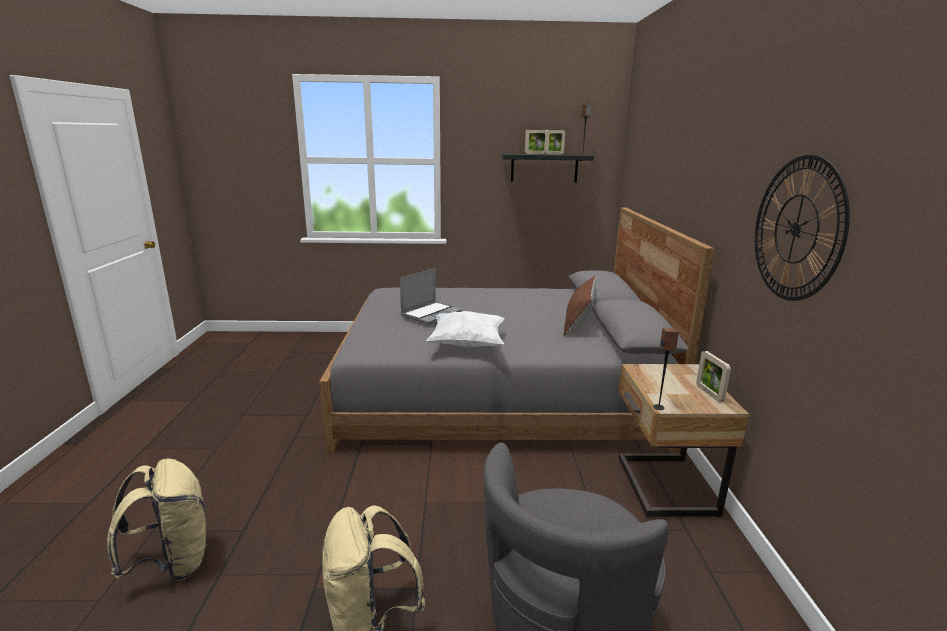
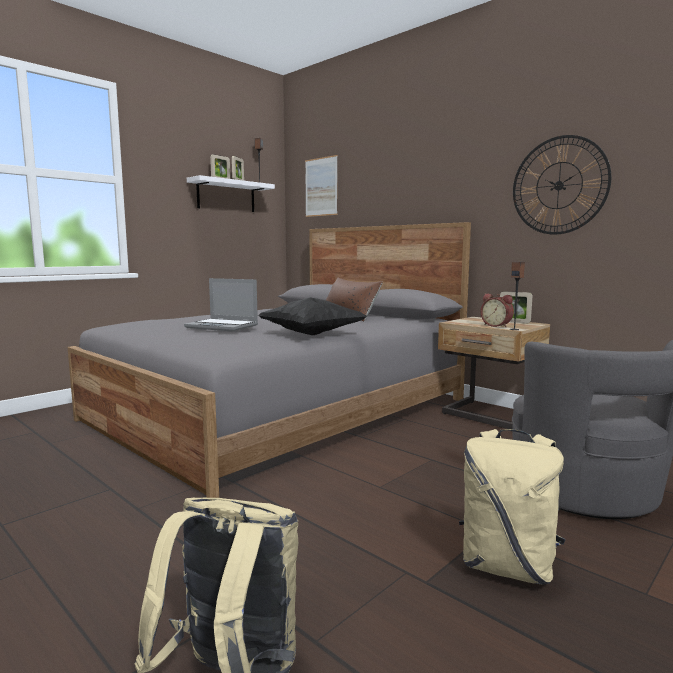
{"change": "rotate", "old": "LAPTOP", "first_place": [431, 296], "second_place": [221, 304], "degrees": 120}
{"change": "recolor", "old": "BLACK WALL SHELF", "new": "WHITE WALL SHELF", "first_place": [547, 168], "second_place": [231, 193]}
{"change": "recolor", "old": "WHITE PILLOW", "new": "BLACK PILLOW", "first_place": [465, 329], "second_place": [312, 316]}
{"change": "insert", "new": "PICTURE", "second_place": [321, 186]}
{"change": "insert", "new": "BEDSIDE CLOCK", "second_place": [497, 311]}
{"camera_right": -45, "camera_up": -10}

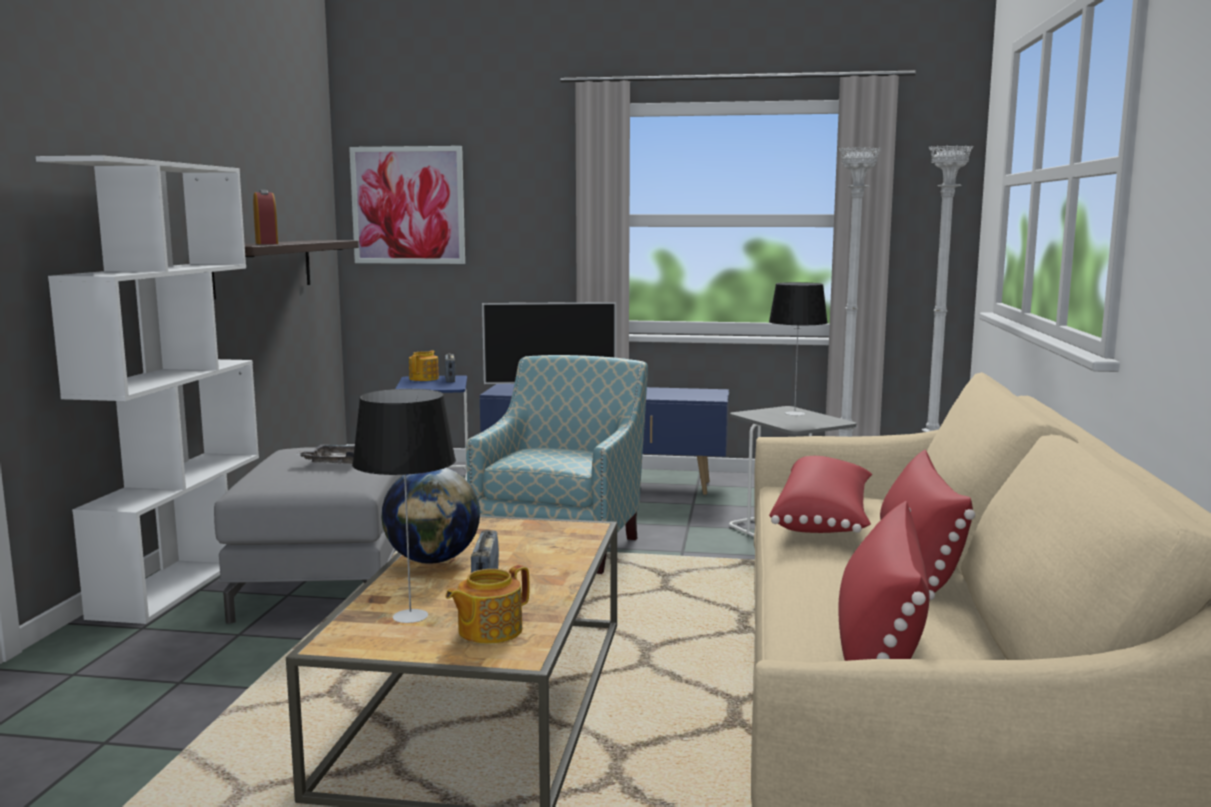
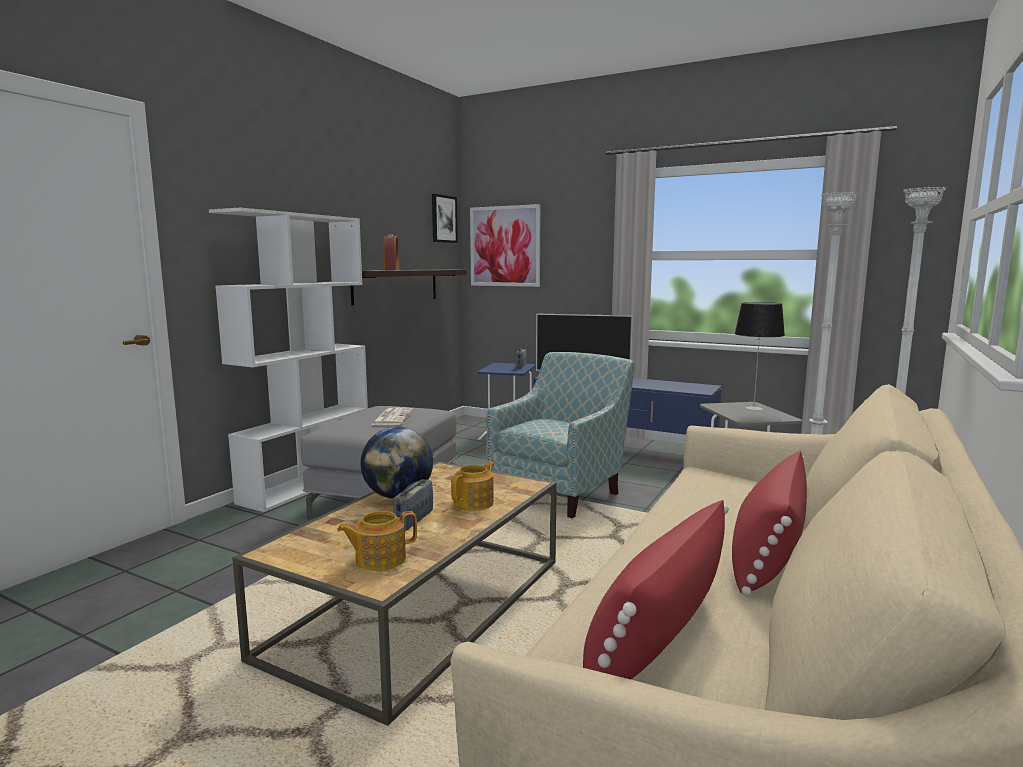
{"change": "replace", "old": "GREYISH SERVING TRAY", "new": "DAILY PAPER", "first_place": [325, 454], "second_place": [392, 416]}
{"change": "insert", "new": "PICTURE", "second_place": [445, 218]}
{"change": "move", "old": "POT FOR TEA", "first_place": [424, 366], "second_place": [472, 486]}
{"change": "delete", "old": "TABLETOP LAMP", "first_place": [404, 506]}
{"change": "delete", "old": "REDDISH PILLOW", "first_place": [820, 494]}
{"camera_right": 20, "camera_up": 0}

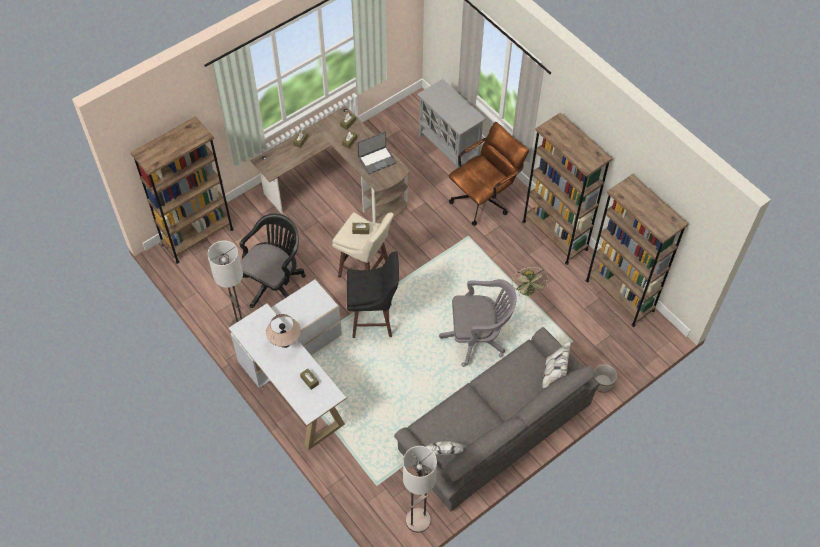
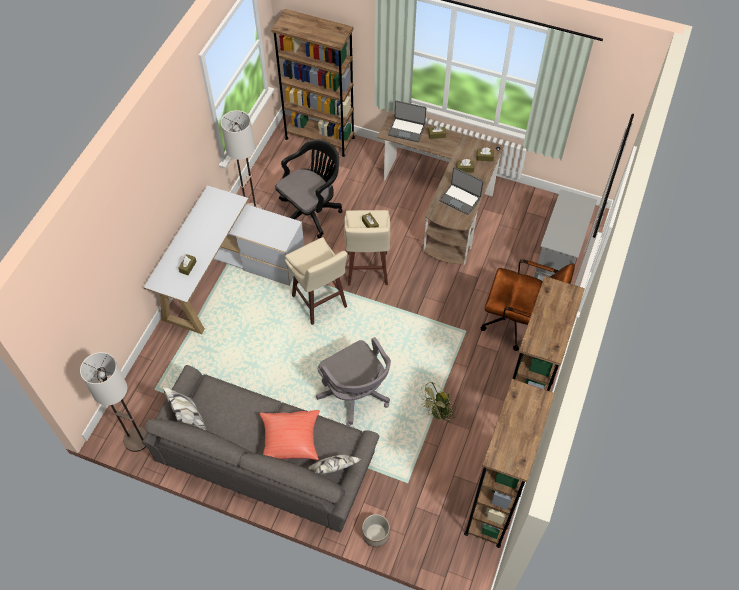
{"change": "insert", "new": "REDDISH PILLOW", "second_place": [290, 435]}
{"change": "rotate", "old": "BLACK COMPUTER CHAIR", "first_place": [272, 261], "second_place": [308, 188], "degrees": -45}
{"change": "recolor", "old": "BLACK SITTING STOOL", "new": "SAND-COLOURED SITTING STOOL", "first_place": [373, 294], "second_place": [316, 281]}
{"change": "insert", "new": "LAPTOP", "second_place": [407, 121]}
{"change": "delete", "old": "SAND-COLOURED TABLETOP LAMP", "first_place": [283, 331]}
{"camera_right": 60, "camera_up": 0}

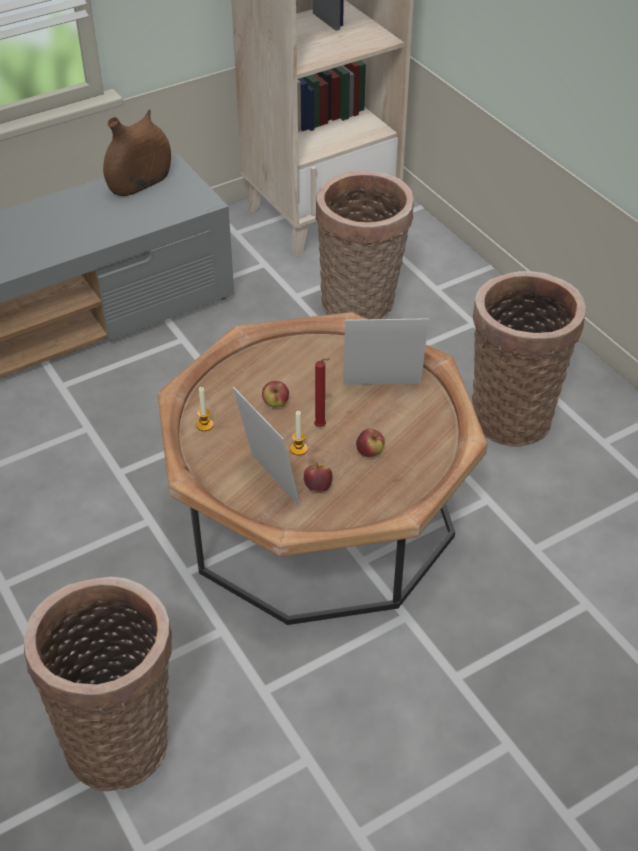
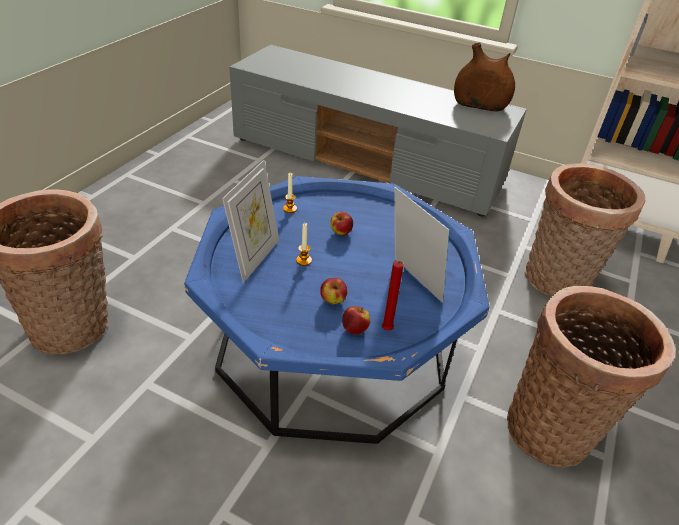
{"change": "recolor", "old": "BROWN COFFEE TABLE", "new": "BLUISH COFFEE TABLE", "first_place": [323, 468], "second_place": [337, 310]}
{"change": "move", "old": "WHOLE APPLE", "first_place": [318, 477], "second_place": [356, 320]}
{"change": "move", "old": "REDDISH WAX LIGHT", "first_place": [322, 392], "second_place": [393, 296]}
{"camera_right": 55, "camera_up": -5}

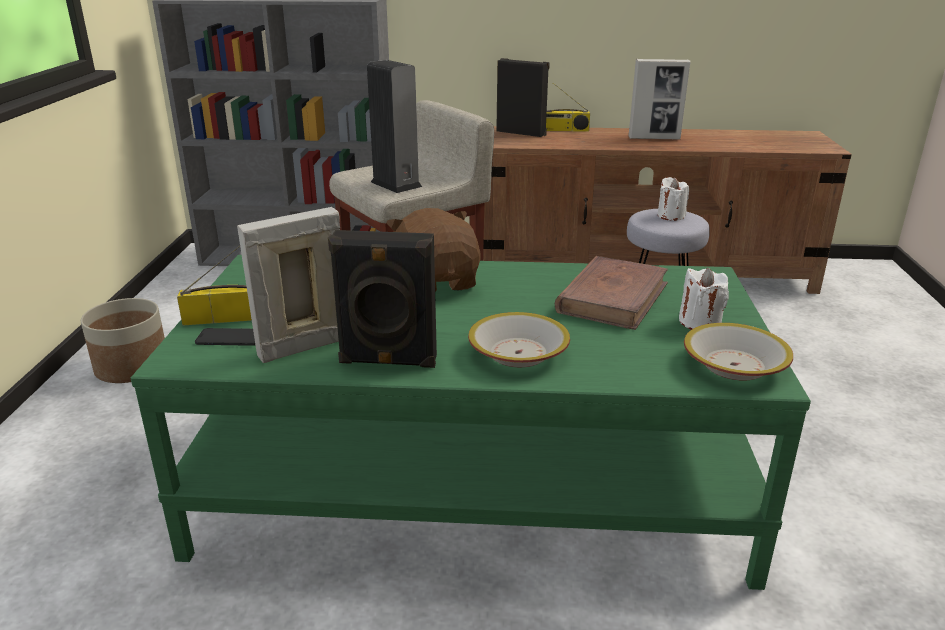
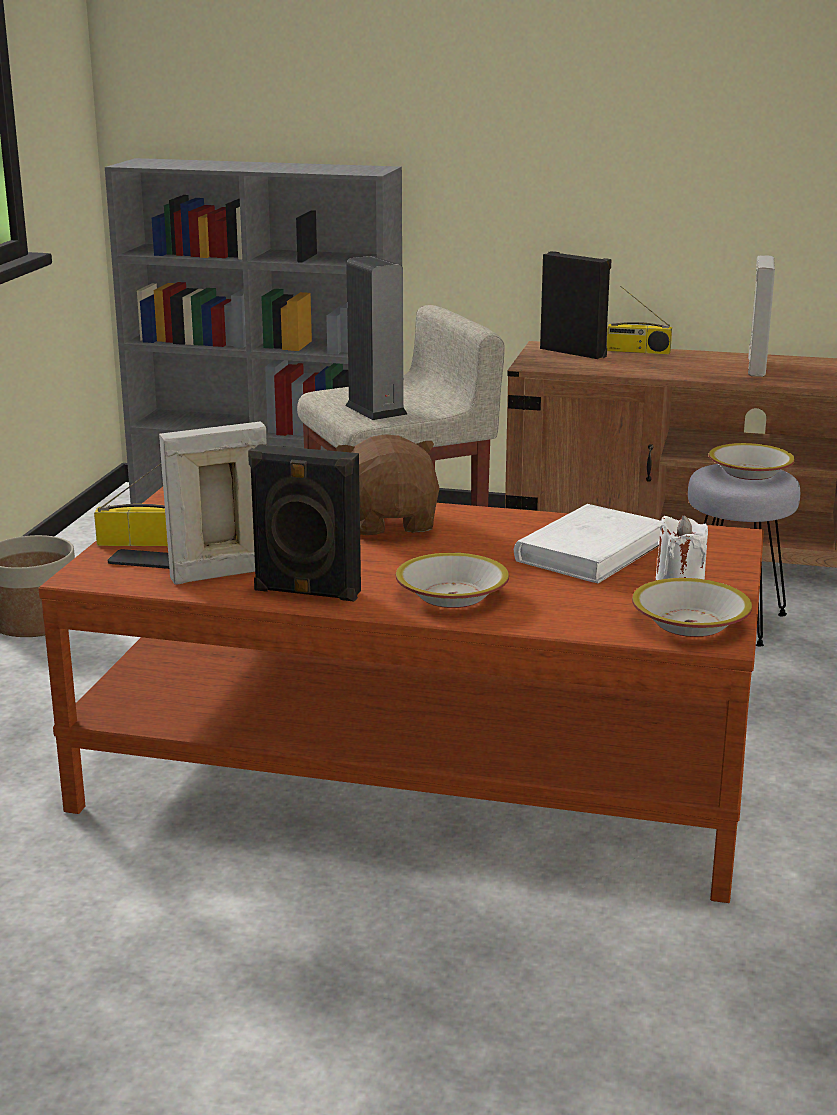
{"change": "recolor", "old": "GREENISH COFFEE TABLE", "new": "BROWN COFFEE TABLE", "first_place": [471, 422], "second_place": [401, 695]}
{"change": "recolor", "old": "BROWN BOOK", "new": "WHITE BOOK", "first_place": [611, 293], "second_place": [587, 543]}
{"change": "replace", "old": "WHITE WAX LIGHT", "new": "SERVING BOWL", "first_place": [673, 199], "second_place": [752, 461]}
{"change": "rotate", "old": "PICTURE FRAME", "first_place": [660, 99], "second_place": [761, 316], "degrees": -90}
{"camera_right": 10, "camera_up": -5}

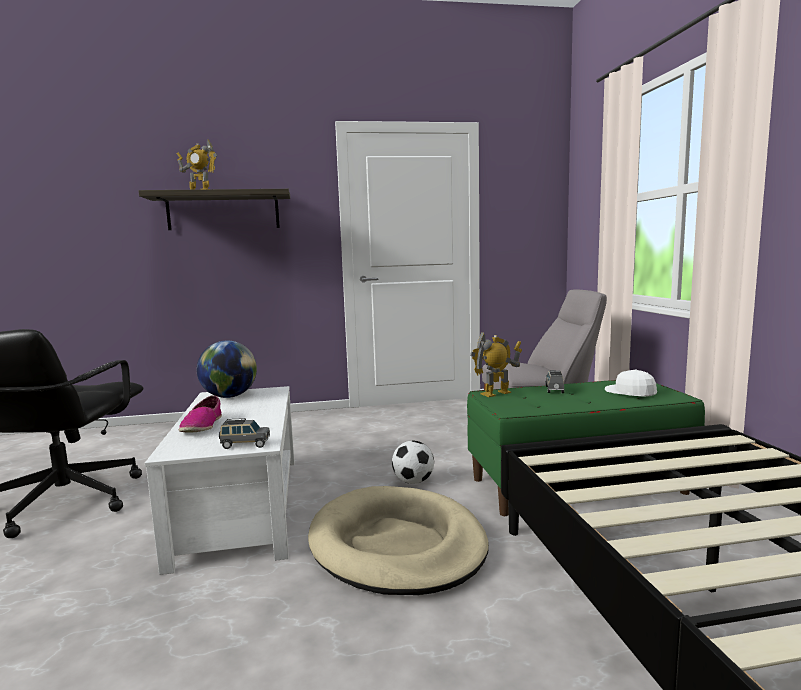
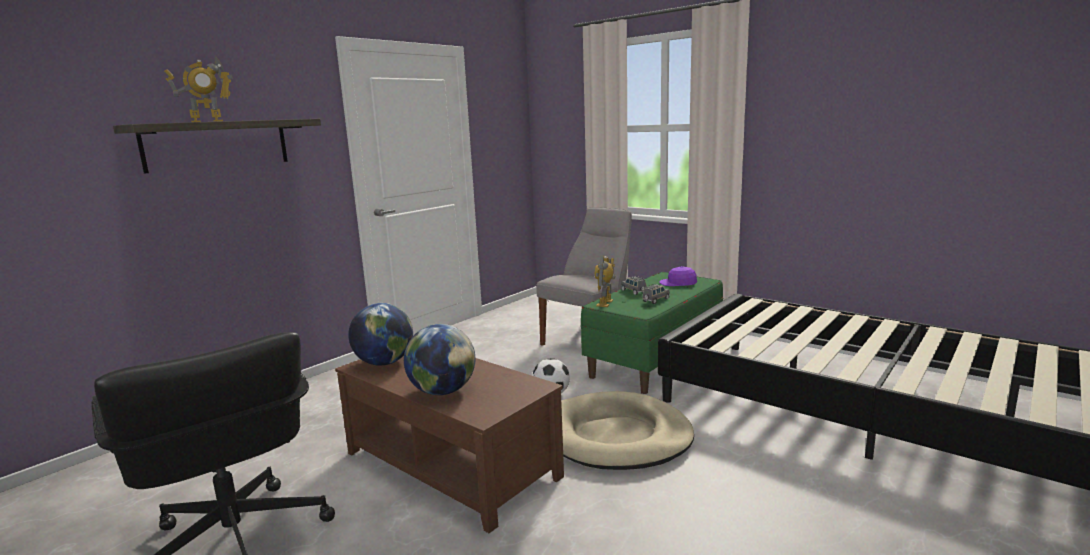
{"change": "recolor", "old": "WHITE COFFEE TABLE", "new": "BROWN COFFEE TABLE", "first_place": [220, 480], "second_place": [449, 444]}
{"change": "replace", "old": "SHOE", "new": "WORLD GLOBE", "first_place": [200, 414], "second_place": [439, 359]}
{"change": "move", "old": "GREYISH TOY CAR", "first_place": [244, 433], "second_place": [656, 294]}
{"change": "recolor", "old": "WHITE PEAKED CAP", "new": "PURPLE-COLOURED PEAKED CAP", "first_place": [631, 383], "second_place": [678, 276]}
{"camera_right": -40, "camera_up": 5}

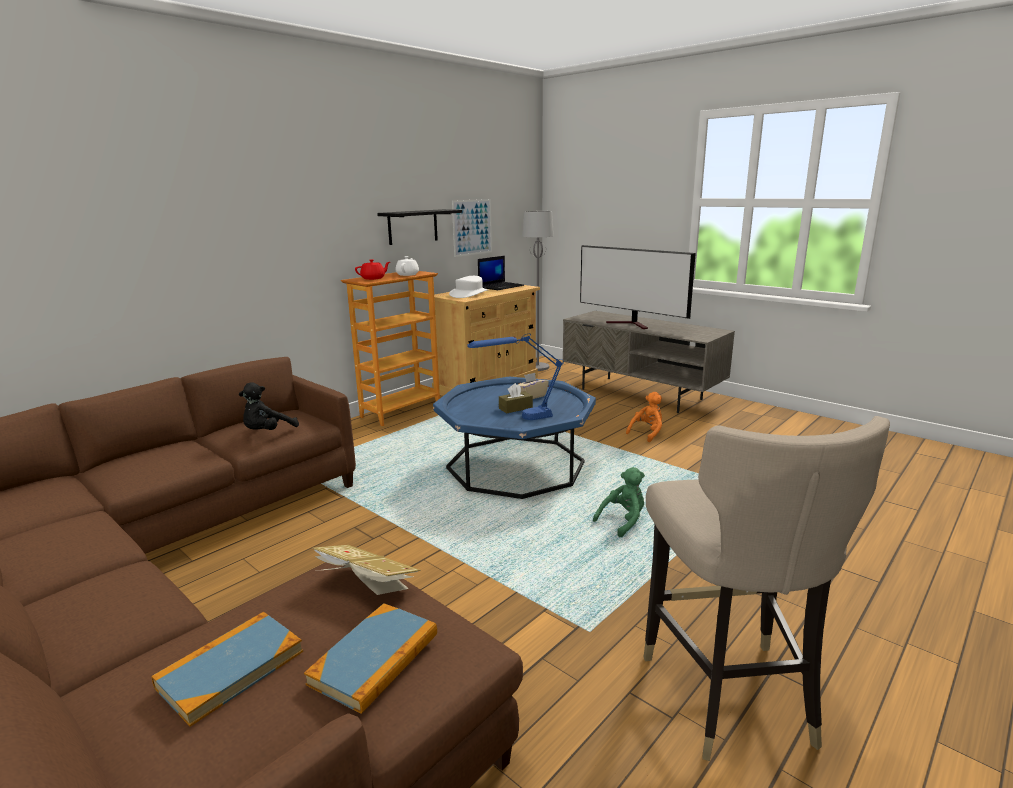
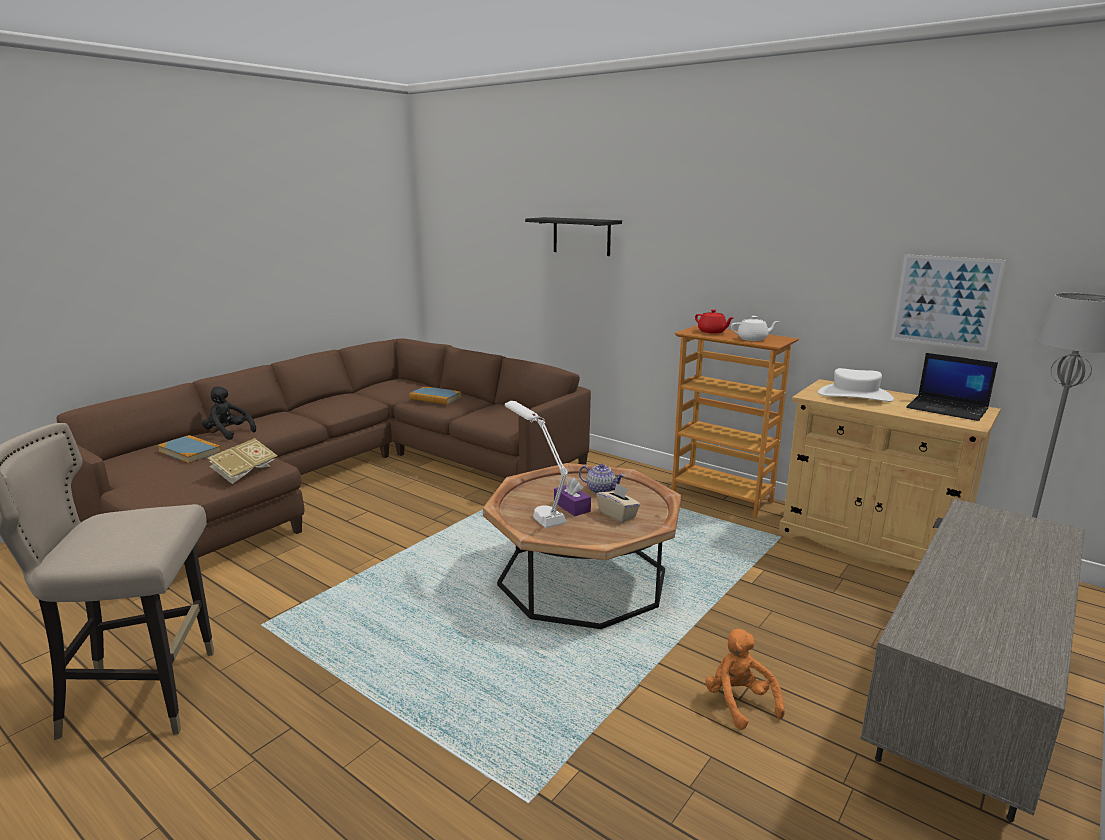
{"change": "move", "old": "BLACK SOFT TOY", "first_place": [269, 406], "second_place": [229, 413]}
{"change": "move", "old": "BOOK", "first_place": [370, 658], "second_place": [435, 395]}
{"change": "recolor", "old": "BLUISH COFFEE TABLE", "new": "BROWN COFFEE TABLE", "first_place": [514, 438], "second_place": [582, 546]}
{"change": "recolor", "old": "BLUISH TABLETOP LAMP", "new": "WHITE TABLETOP LAMP", "first_place": [515, 377], "second_place": [536, 465]}
{"change": "move", "old": "BLACK WALL SHELF", "first_place": [419, 227], "second_place": [573, 236]}
{"change": "recolor", "old": "BROWN BOX OF TISSUES", "new": "PURPLE-COLOURED BOX OF TISSUES", "first_place": [516, 398], "second_place": [572, 497]}
{"change": "insert", "new": "POT FOR TEA", "second_place": [602, 479]}
{"change": "rotate", "old": "ORANGE SOFT TOY", "first_place": [644, 417], "second_place": [745, 679], "degrees": -150}
{"change": "delete", "old": "TELEVISION", "first_place": [638, 287]}
{"change": "delete", "old": "GREENISH SOFT TOY", "first_place": [619, 502]}
{"camera_right": 85, "camera_up": 0}

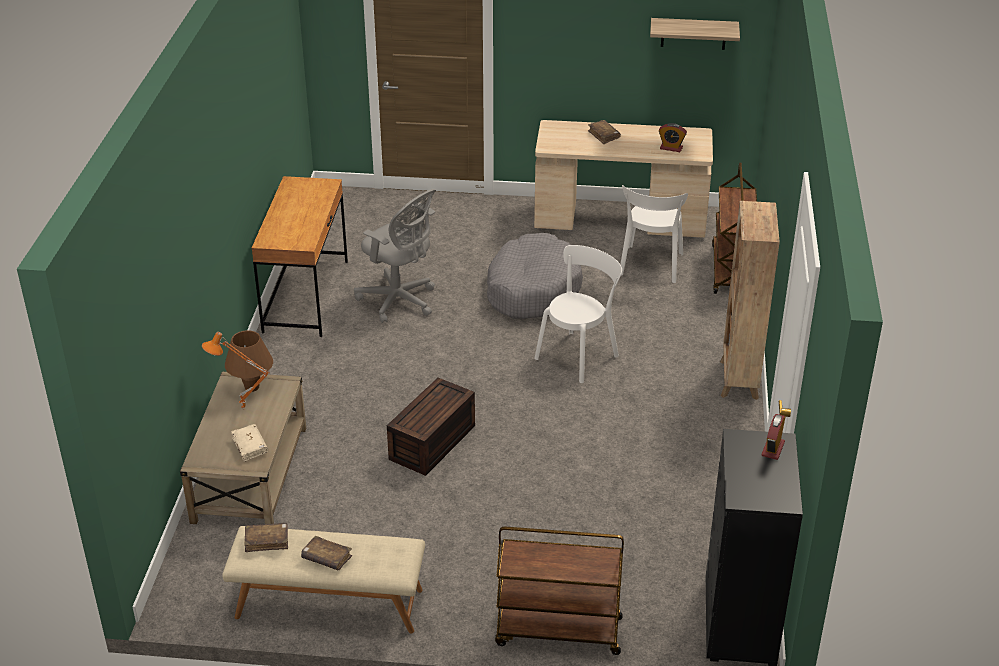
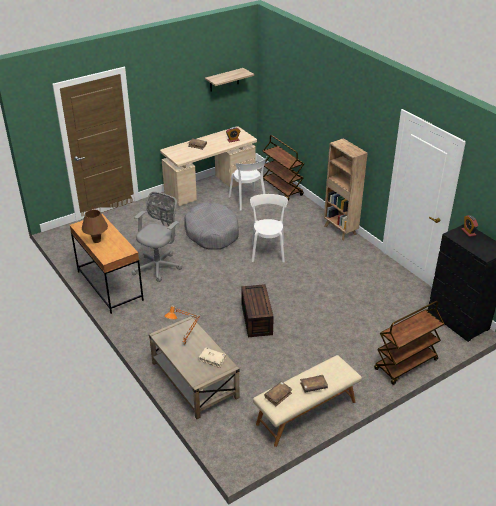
{"change": "move", "old": "BROWN TABLETOP LAMP", "first_place": [249, 361], "second_place": [95, 226]}
{"change": "rotate", "old": "GREYISH COMPUTER CHAIR", "first_place": [395, 256], "second_place": [157, 237], "degrees": -60}
{"camera_right": -40, "camera_up": 0}

